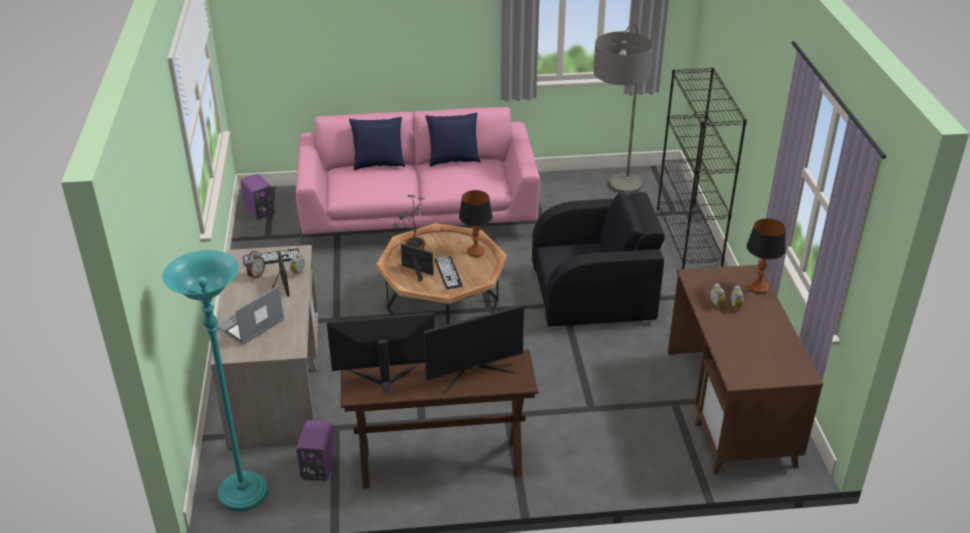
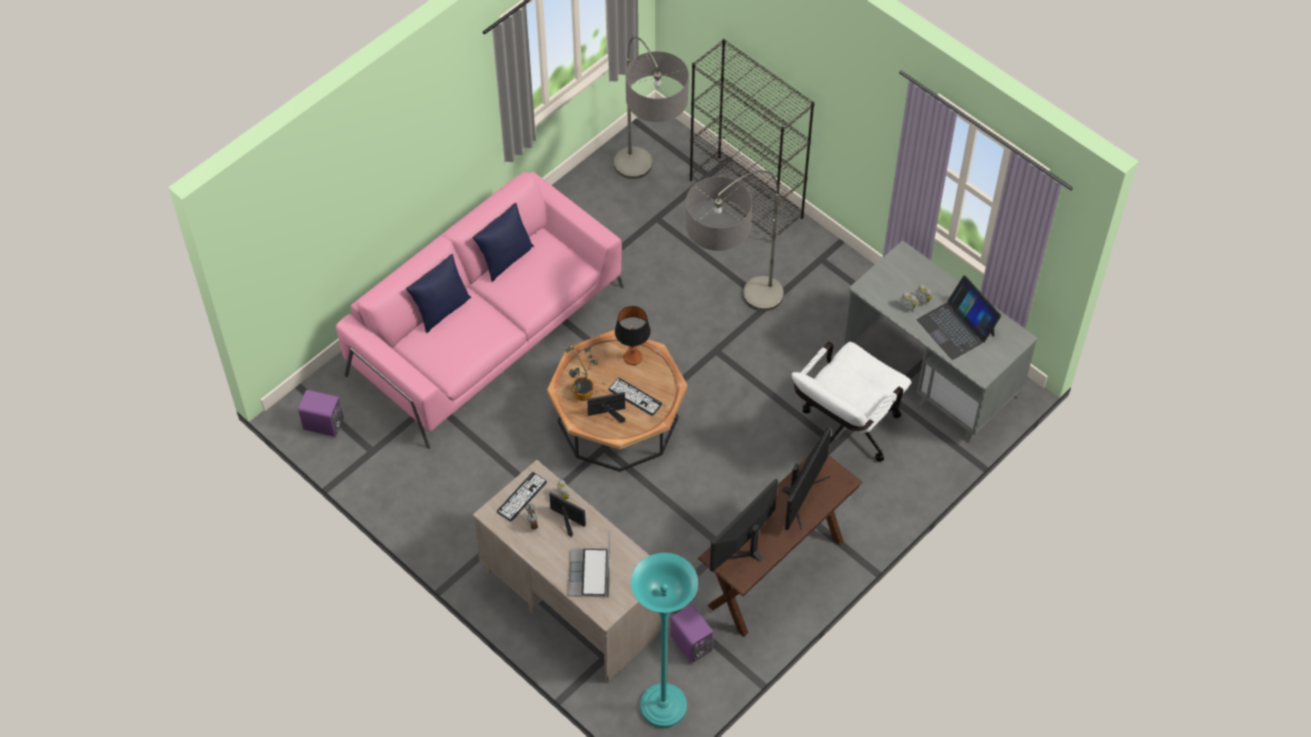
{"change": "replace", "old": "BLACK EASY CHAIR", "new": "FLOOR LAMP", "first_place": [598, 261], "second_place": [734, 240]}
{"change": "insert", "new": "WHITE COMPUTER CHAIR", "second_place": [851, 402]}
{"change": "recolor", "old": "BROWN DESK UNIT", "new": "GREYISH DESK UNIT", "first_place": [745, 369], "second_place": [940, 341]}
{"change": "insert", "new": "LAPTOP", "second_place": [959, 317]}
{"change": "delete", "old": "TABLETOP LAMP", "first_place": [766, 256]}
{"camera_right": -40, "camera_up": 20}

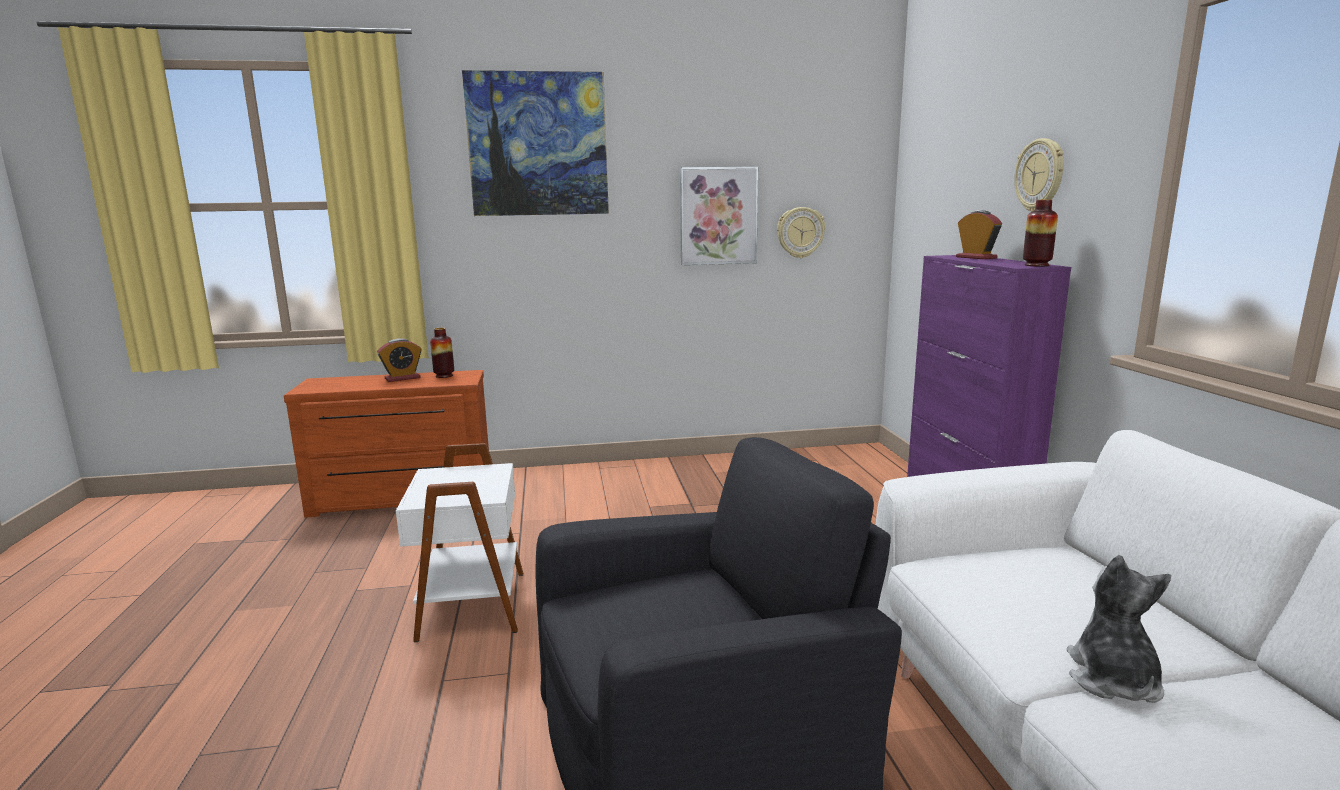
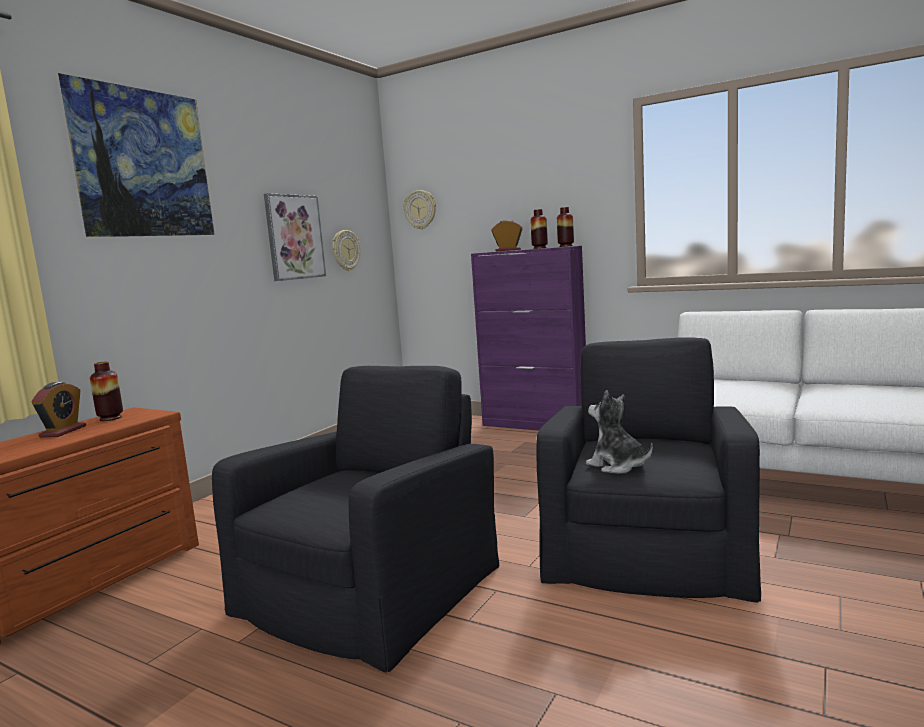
{"change": "replace", "old": "WHITE SIDE TABLE", "new": "BLACK EASY CHAIR", "first_place": [460, 543], "second_place": [355, 519]}
{"change": "move", "old": "WALL CLOCK", "first_place": [1039, 175], "second_place": [420, 209]}
{"change": "insert", "new": "FLOWER VASE", "second_place": [539, 229]}
{"change": "move", "old": "SOFT TOY", "first_place": [1119, 629], "second_place": [619, 432]}
{"camera_right": -50, "camera_up": -5}

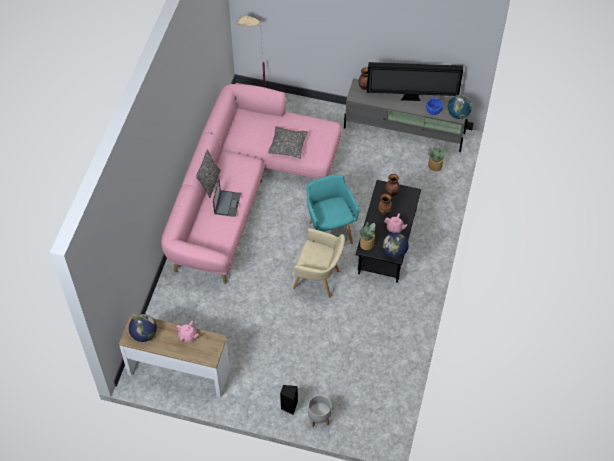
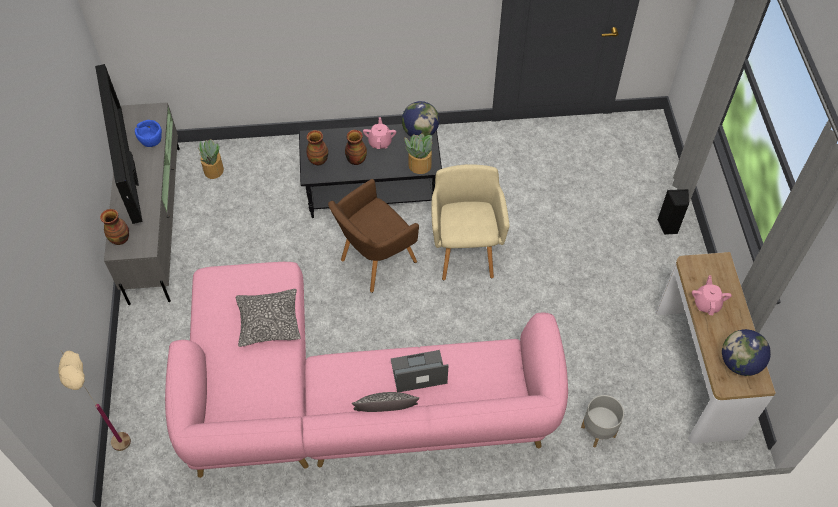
{"change": "recolor", "old": "TURQUOISE EASY CHAIR", "new": "BROWN EASY CHAIR", "first_place": [333, 209], "second_place": [373, 236]}
{"change": "move", "old": "GREYISH PLANTER", "first_place": [319, 411], "second_place": [602, 421]}
{"change": "delete", "old": "WORLD GLOBE", "first_place": [460, 107]}
{"camera_right": -110, "camera_up": 0}

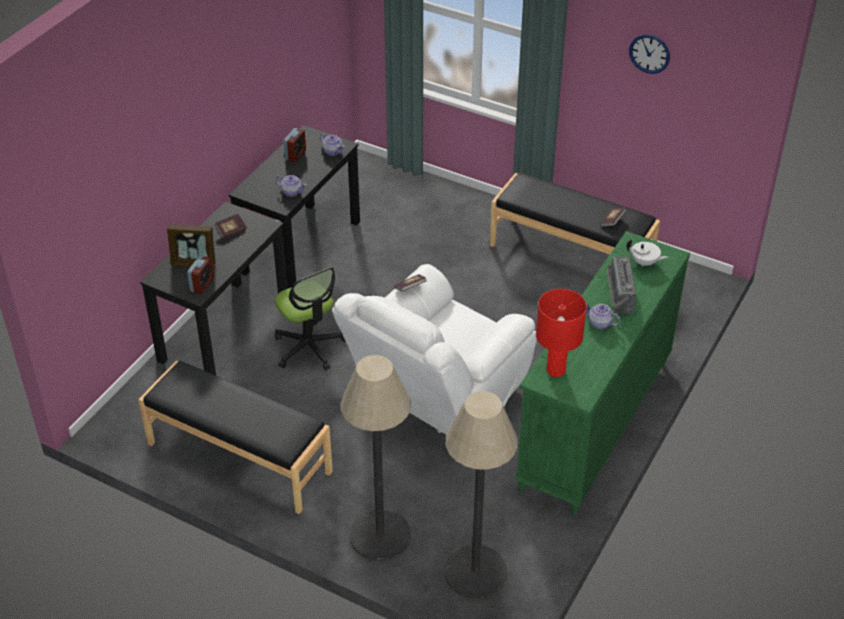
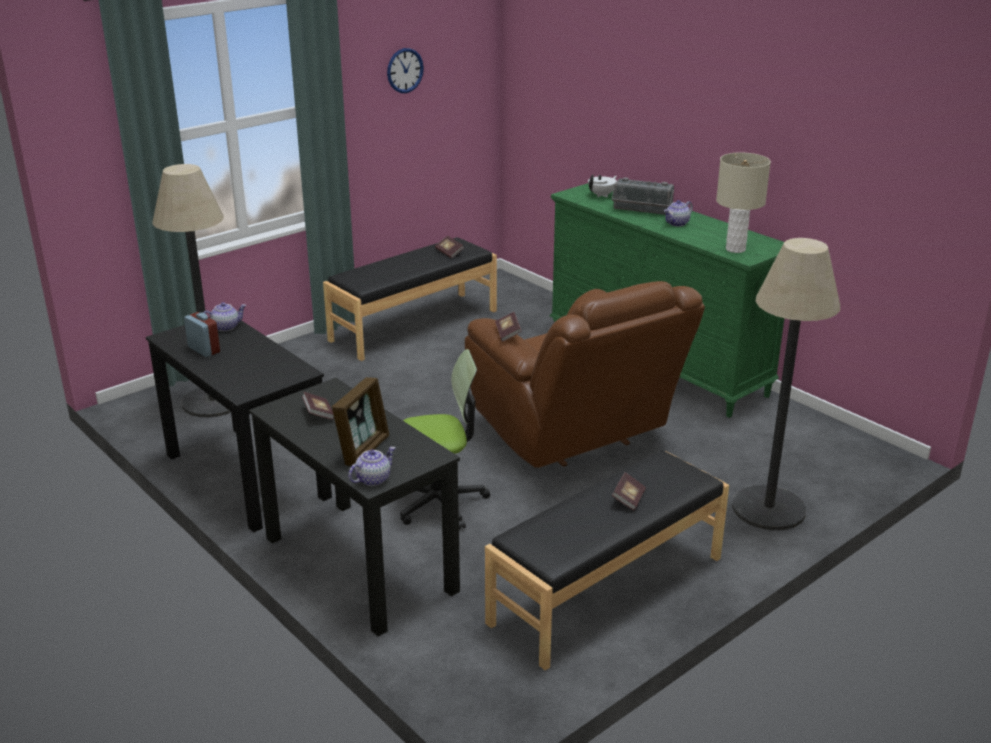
{"change": "move", "old": "FLOOR LAMP", "first_place": [481, 494], "second_place": [192, 290]}
{"change": "move", "old": "POT FOR TEA", "first_place": [291, 186], "second_place": [371, 466]}
{"change": "recolor", "old": "WHITE EASY CHAIR", "new": "BROWN EASY CHAIR", "first_place": [434, 349], "second_place": [585, 374]}
{"change": "insert", "new": "BOOK", "second_place": [629, 491]}
{"change": "recolor", "old": "REDDISH TABLETOP LAMP", "new": "SAND-COLOURED TABLETOP LAMP", "first_place": [561, 333], "second_place": [743, 203]}
{"change": "delete", "old": "BEDSIDE CLOCK", "first_place": [200, 274]}
{"camera_right": -70, "camera_up": -15}

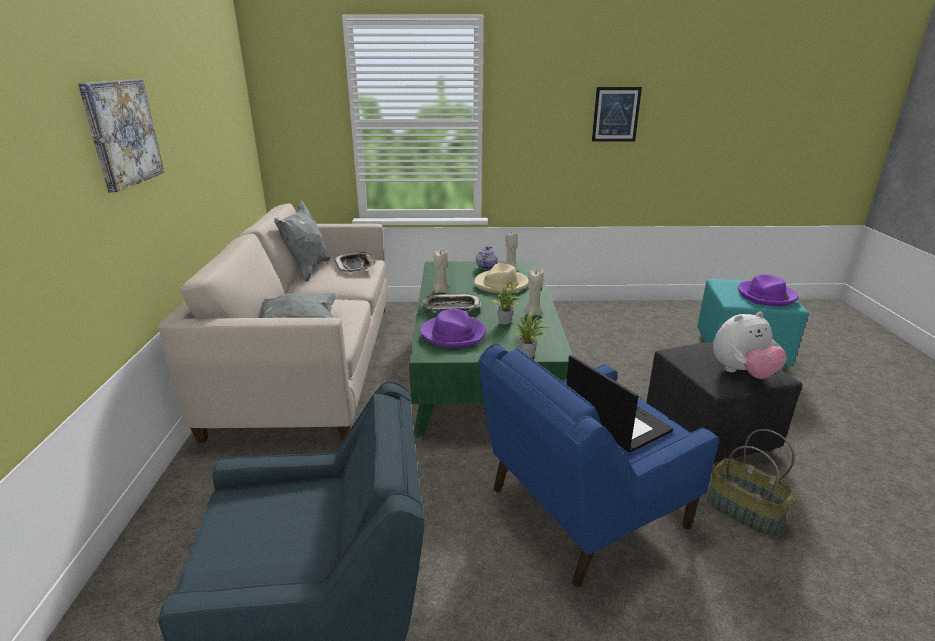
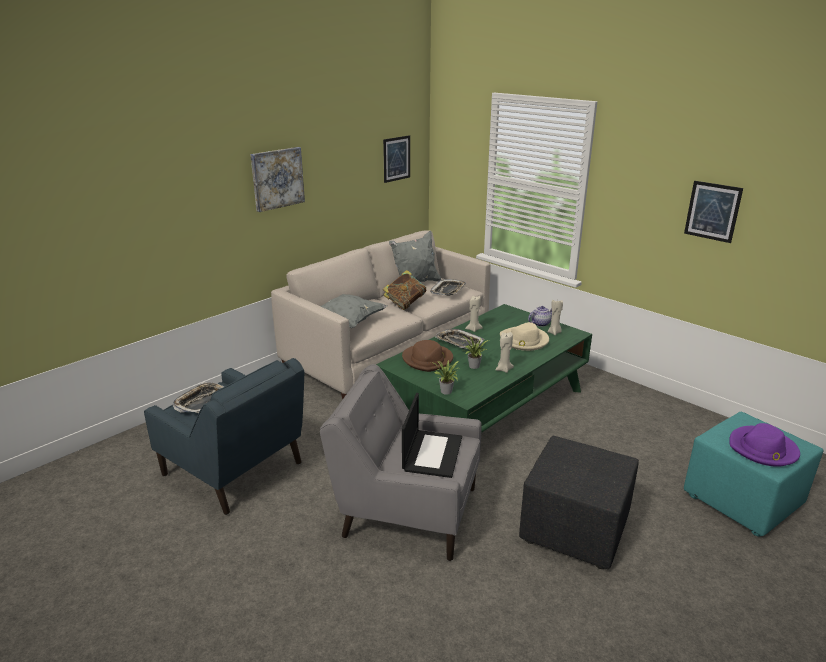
{"change": "insert", "new": "SERVING TRAY", "second_place": [198, 397]}
{"change": "recolor", "old": "BLUISH EASY CHAIR", "new": "GREYISH EASY CHAIR", "first_place": [599, 465], "second_place": [401, 462]}
{"change": "insert", "new": "PICTURE", "second_place": [396, 159]}
{"change": "insert", "new": "BOOK", "second_place": [405, 290]}
{"change": "recolor", "old": "PURPLE-COLOURED CLOTHING HAT", "new": "BROWN CLOTHING HAT", "first_place": [453, 328], "second_place": [427, 356]}
{"change": "delete", "old": "BASKET", "first_place": [751, 483]}
{"change": "delete", "old": "SOFT TOY", "first_place": [750, 345]}
{"camera_right": 45, "camera_up": 0}

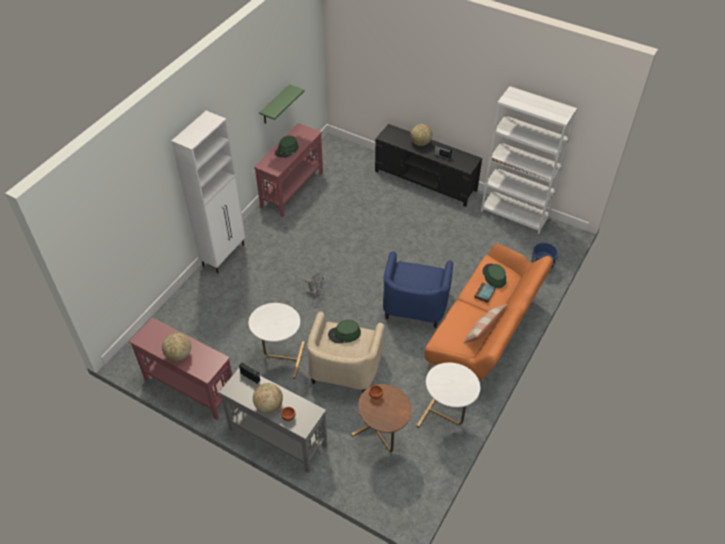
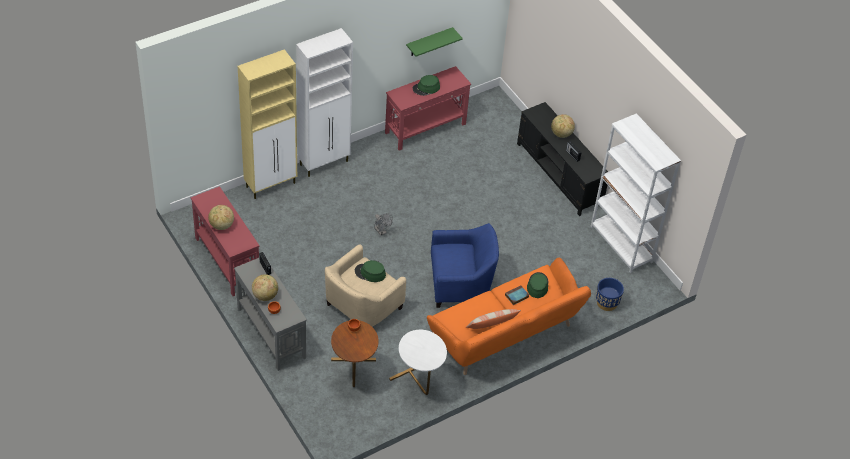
{"change": "insert", "new": "SAND-COLOURED CABINET", "second_place": [267, 124]}
{"change": "rotate", "old": "BLUISH EASY CHAIR", "first_place": [418, 289], "second_place": [465, 265], "degrees": -135}
{"change": "delete", "old": "WHITE SIDE TABLE", "first_place": [277, 341]}
{"camera_right": 25, "camera_up": 0}

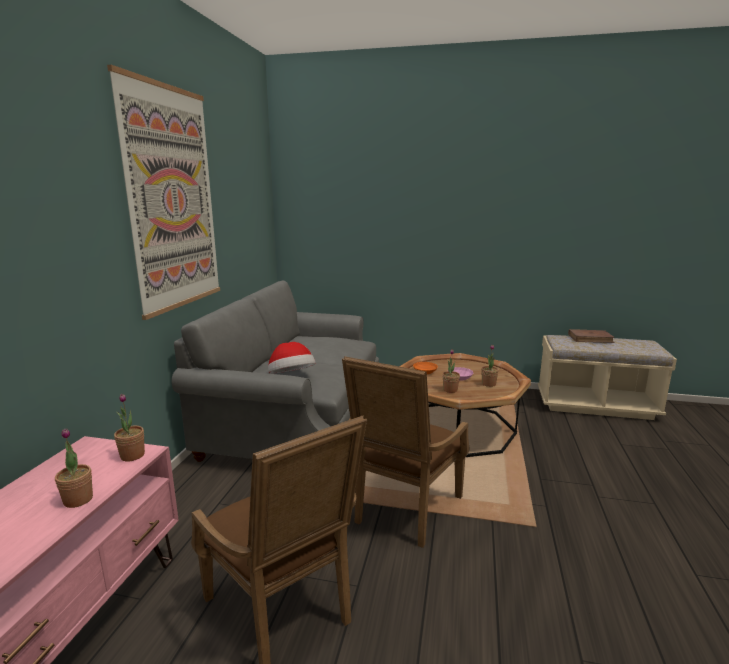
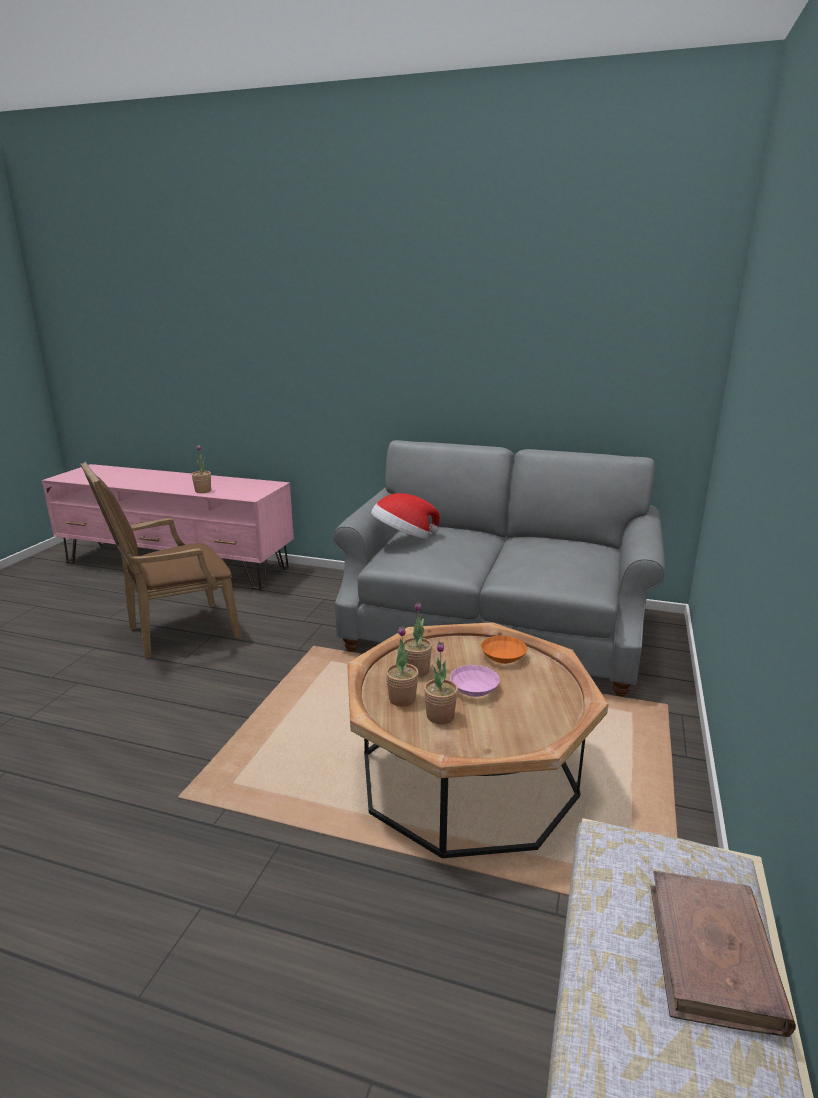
{"change": "move", "old": "POTTED PLANT", "first_place": [129, 427], "second_place": [402, 666]}
{"change": "delete", "old": "PICTURE", "first_place": [163, 192]}
{"change": "delete", "old": "BROWN EASY CHAIR", "first_place": [406, 452]}
{"camera_right": 95, "camera_up": 5}

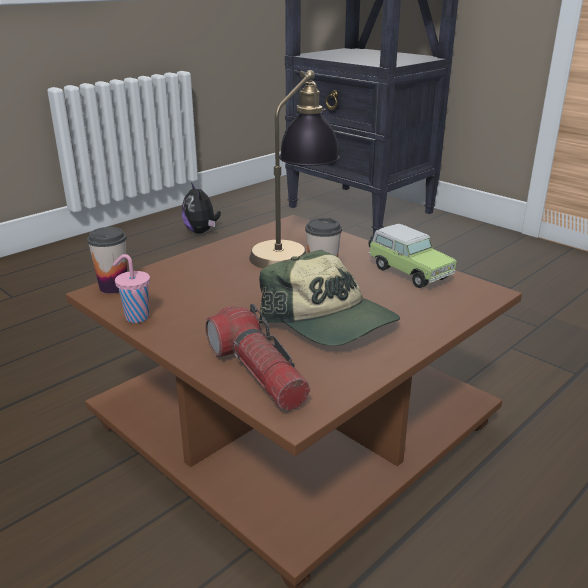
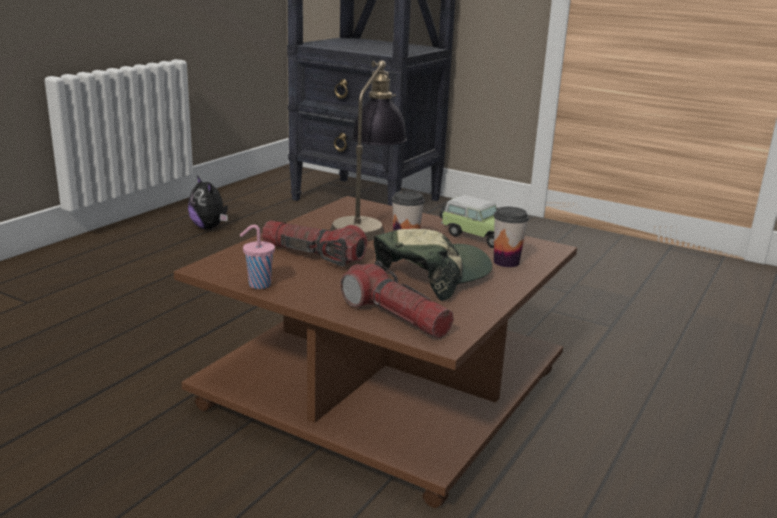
{"change": "insert", "new": "TORCH", "second_place": [314, 243]}
{"change": "rotate", "old": "PEAKED CAP", "first_place": [329, 298], "second_place": [433, 265], "degrees": -75}
{"change": "move", "old": "DRINKING CUP", "first_place": [107, 260], "second_place": [511, 237]}
{"camera_right": -15, "camera_up": -5}

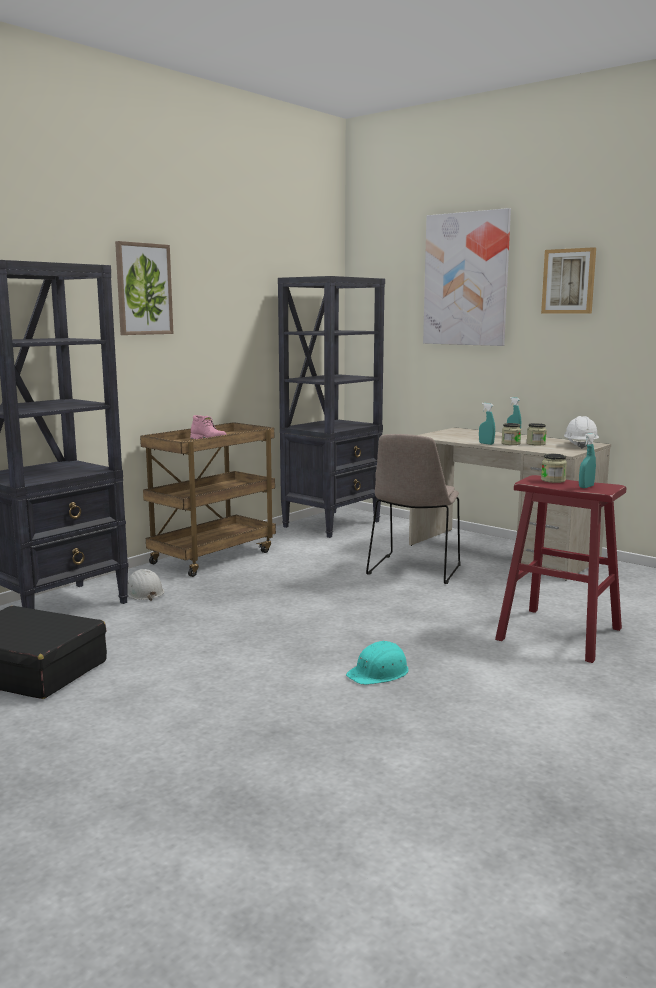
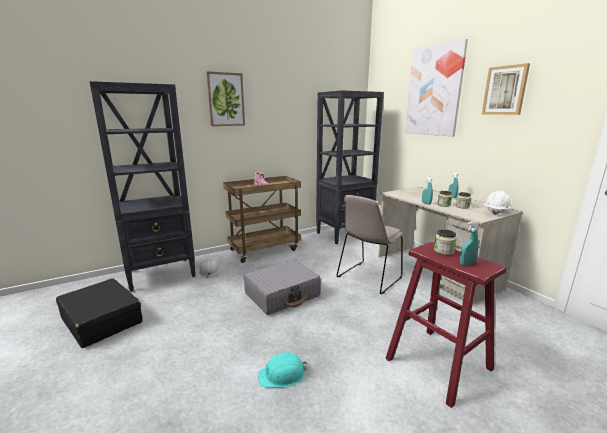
{"change": "insert", "new": "GREYISH SUITCASE", "second_place": [282, 287]}
{"camera_right": 20, "camera_up": 5}

